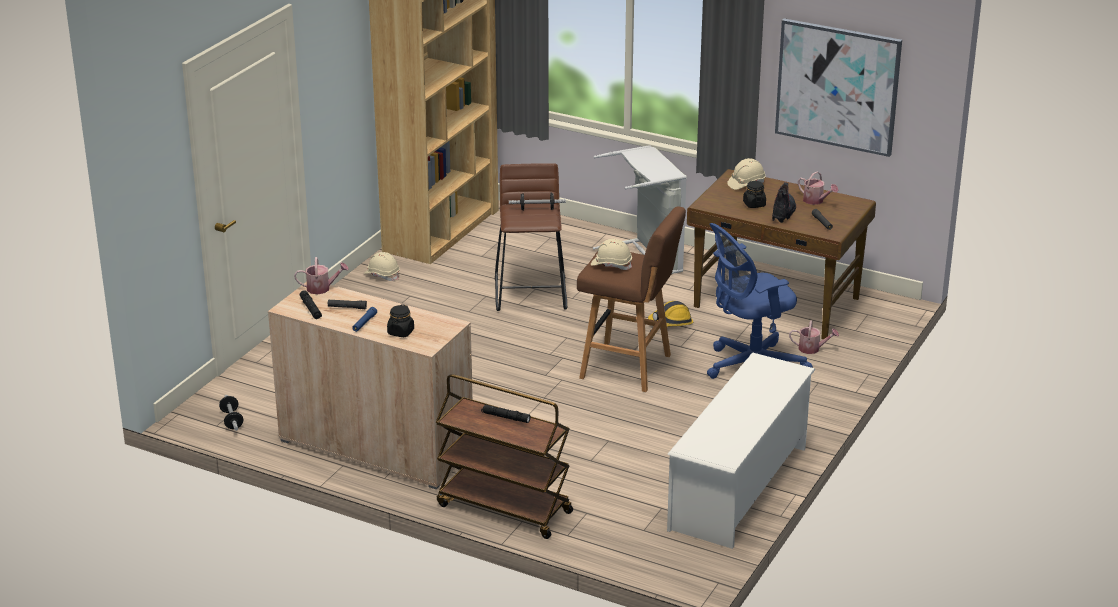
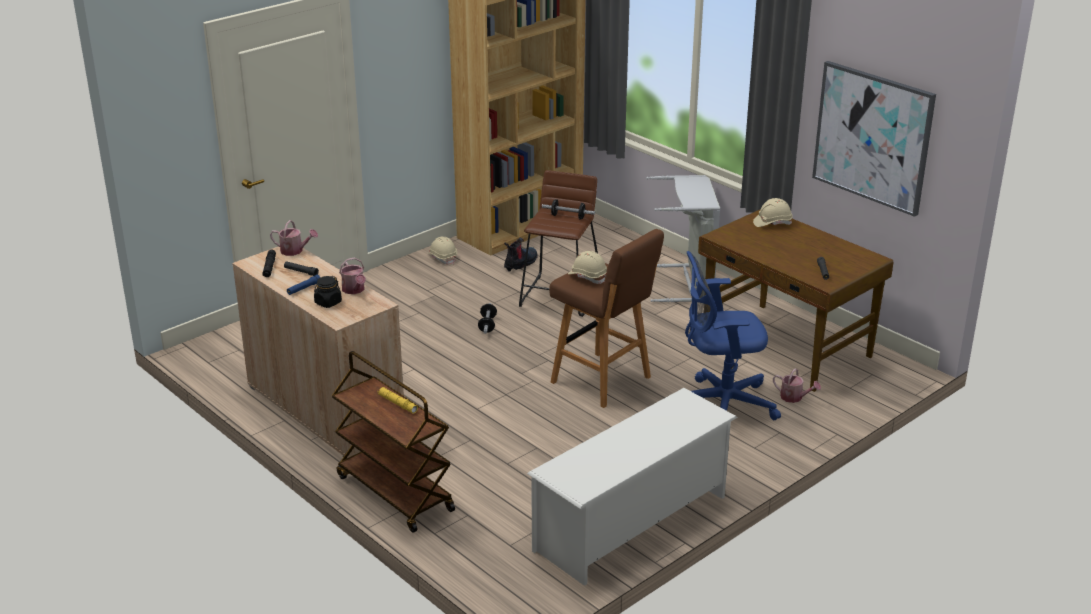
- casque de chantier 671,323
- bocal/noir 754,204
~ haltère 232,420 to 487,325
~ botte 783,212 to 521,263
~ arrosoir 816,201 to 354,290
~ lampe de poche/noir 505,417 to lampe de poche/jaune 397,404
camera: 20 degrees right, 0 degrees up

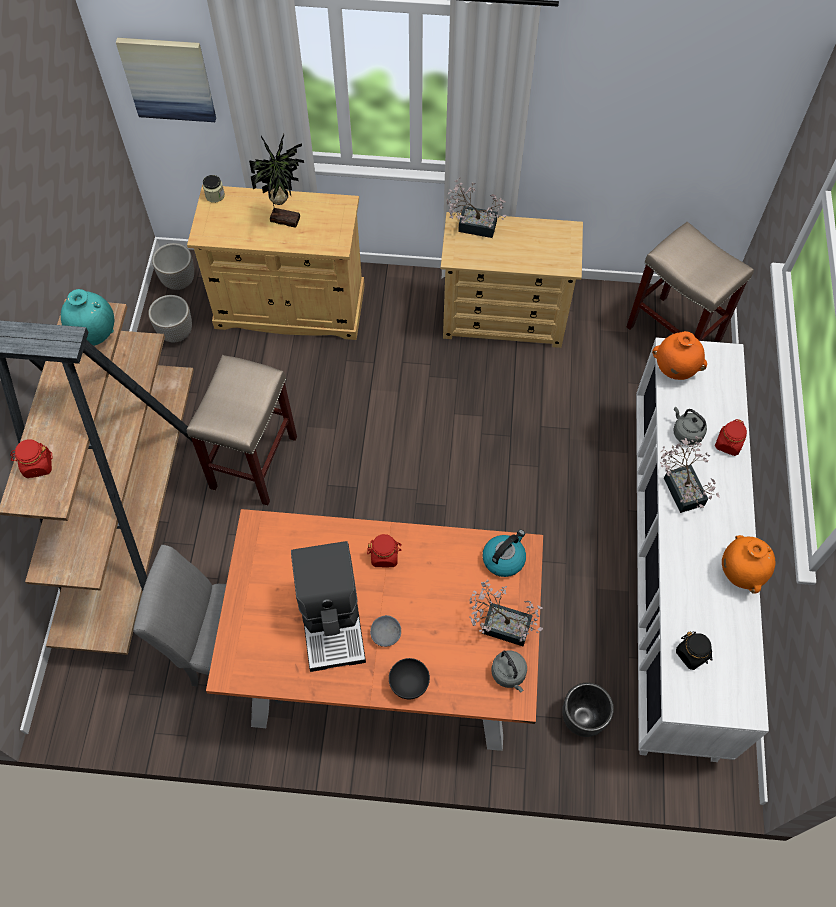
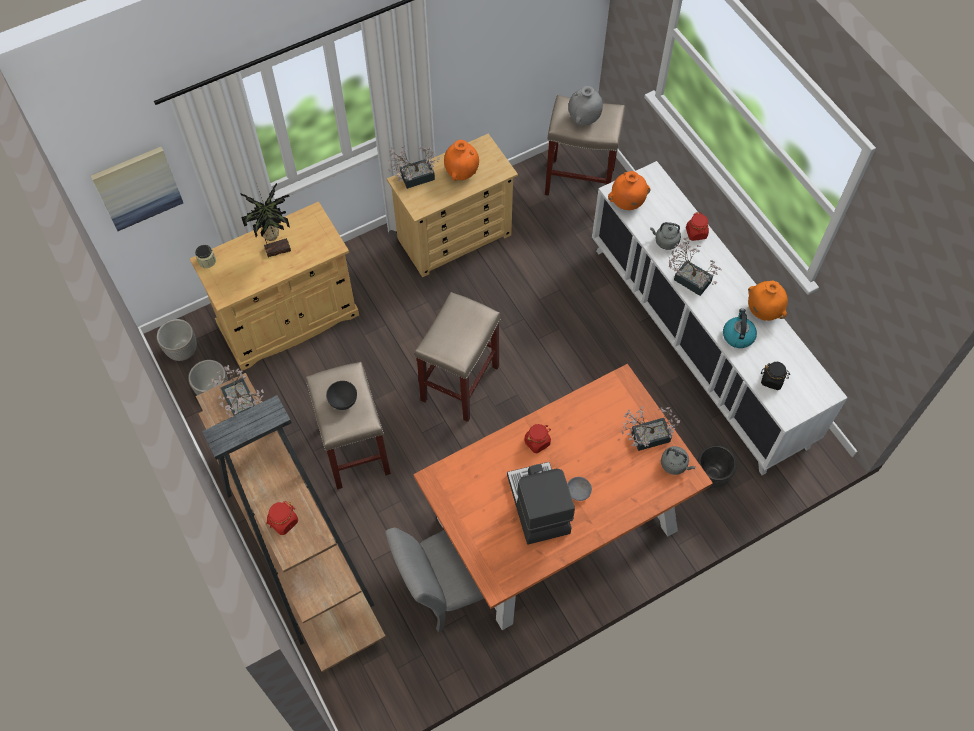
+ tabouret/beige 460,382
+ vase/orange 462,173
+ vase/gris 584,119
~ bol/gris 409,684 to 343,401
~ bouilloire 504,558 to 738,335
~ vase/turquoise 95,334 to plante en pot 242,407
~ machine à café 333,620 = 537,505 150 degrees counterclockwise
camera: 35 degrees left, 0 degrees up

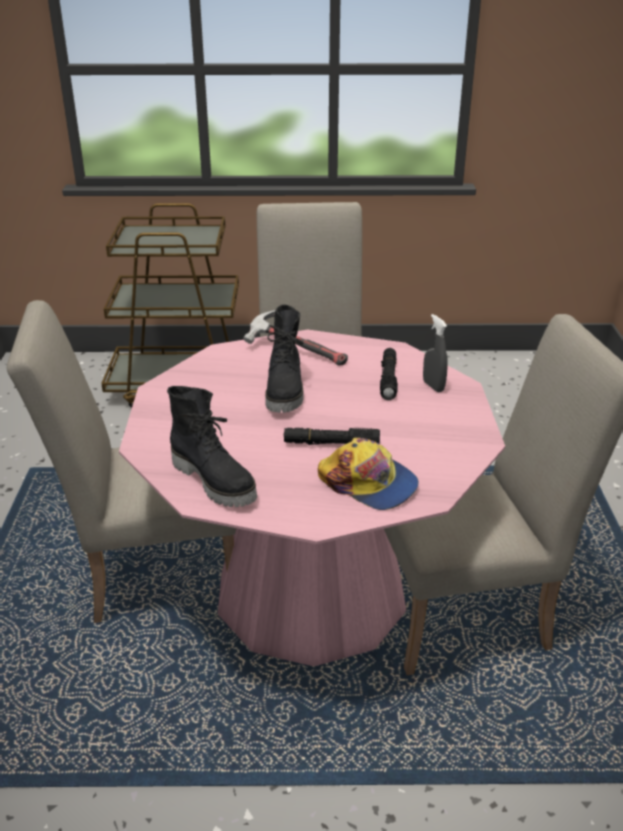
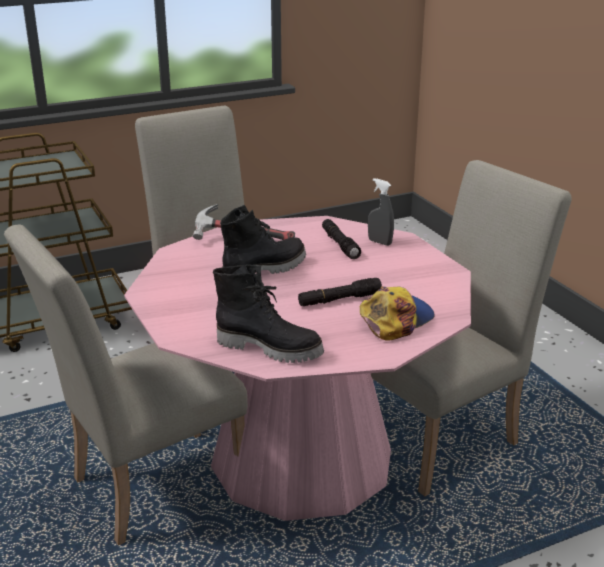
~ botte/noir 286,391 = 264,270 105 degrees counterclockwise
~ casquette 369,483 = 395,319 60 degrees counterclockwise
camera: 25 degrees left, 5 degrees down

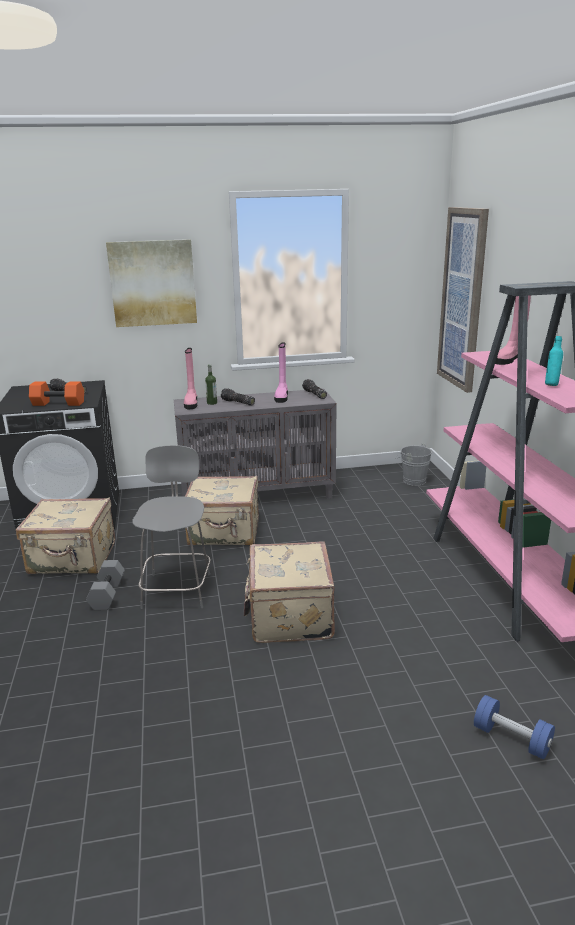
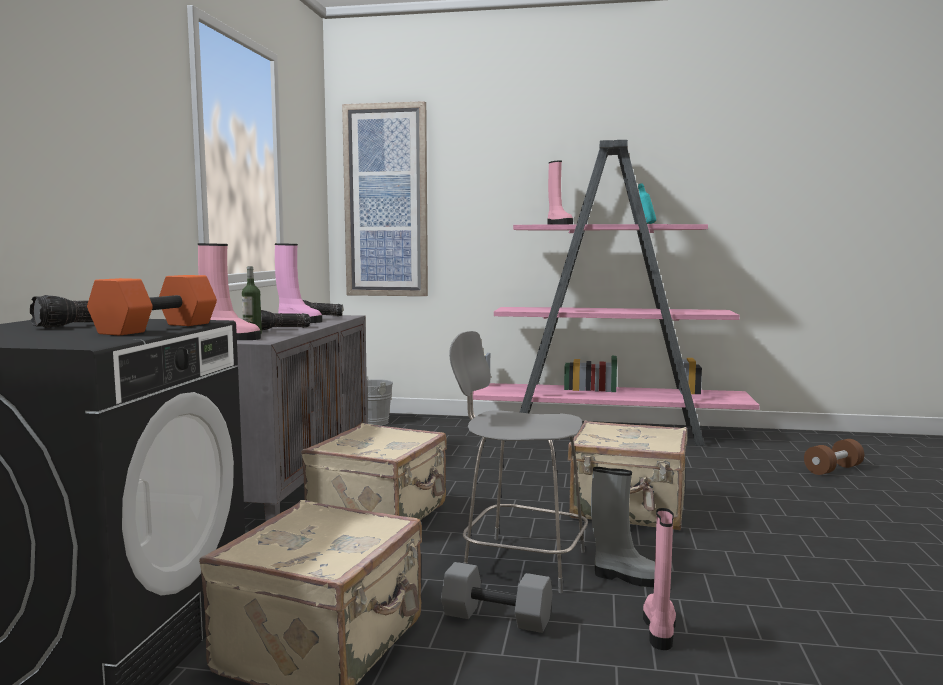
- tableau 153,283
+ botte/gris 628,578
+ botte/rose 659,629
~ haltère/bleu 511,738 to haltère/marron 833,470
camera: 70 degrees left, 15 degrees down

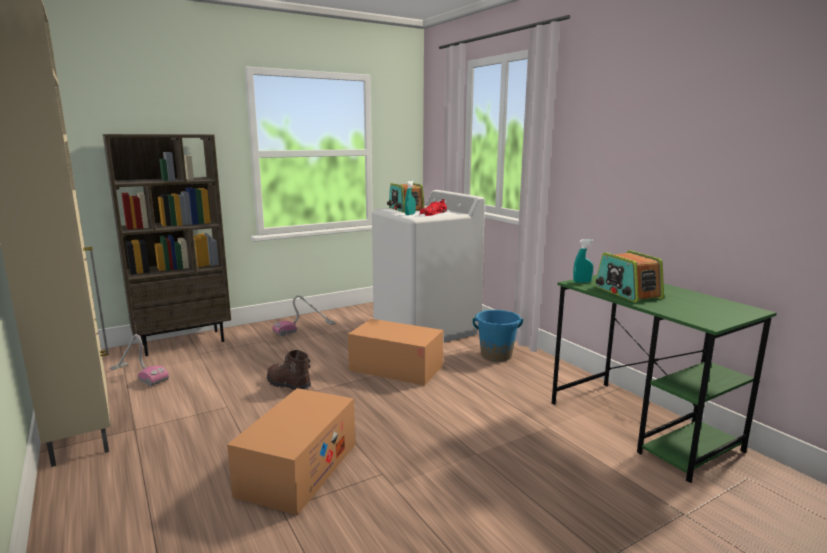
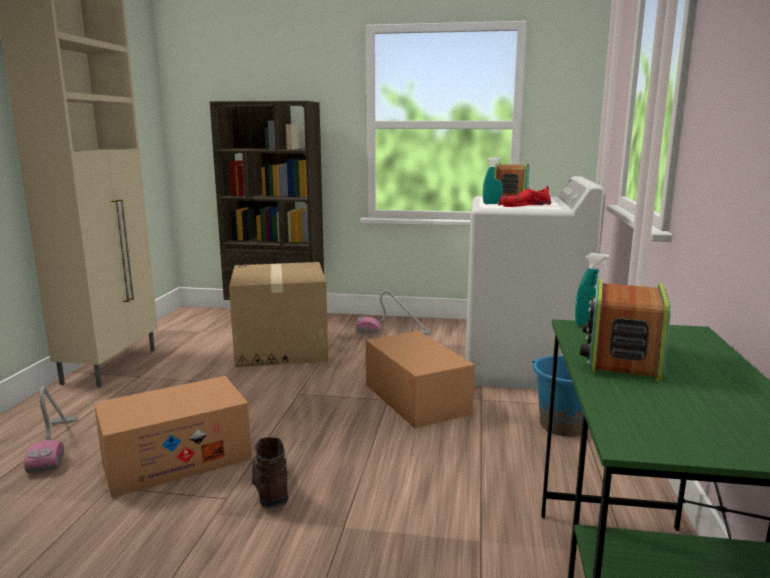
+ carton 281,348
~ aspirateur 138,374 to 54,444
~ botte/marron 288,384 to 270,487
camera: 40 degrees right, 0 degrees up

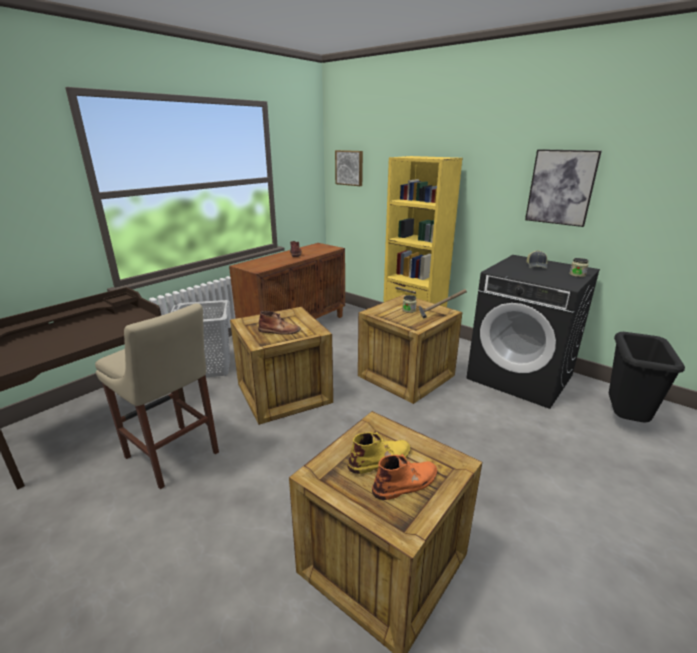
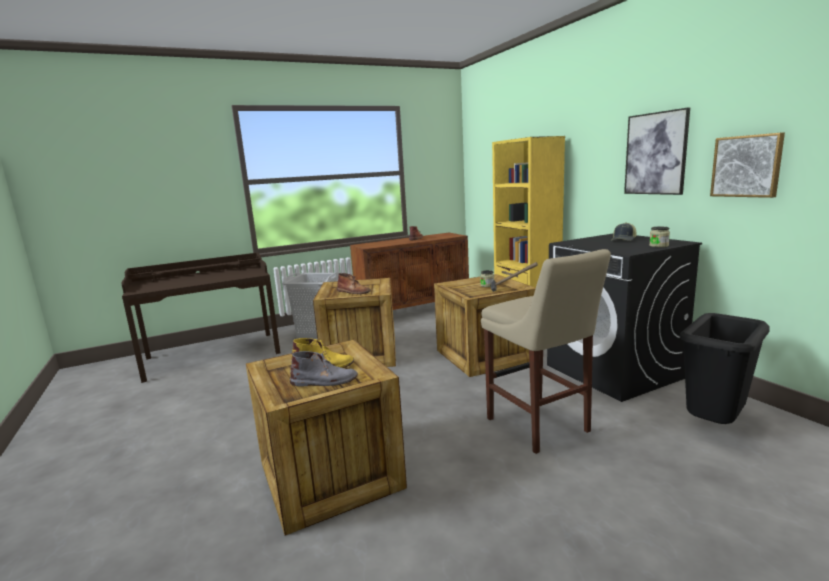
~ tabouret/beige 174,457 to 540,427
~ tableau 349,168 to 747,166
~ botte/orange 406,483 to botte/gris 324,381
camera: 25 degrees right, 10 degrees down

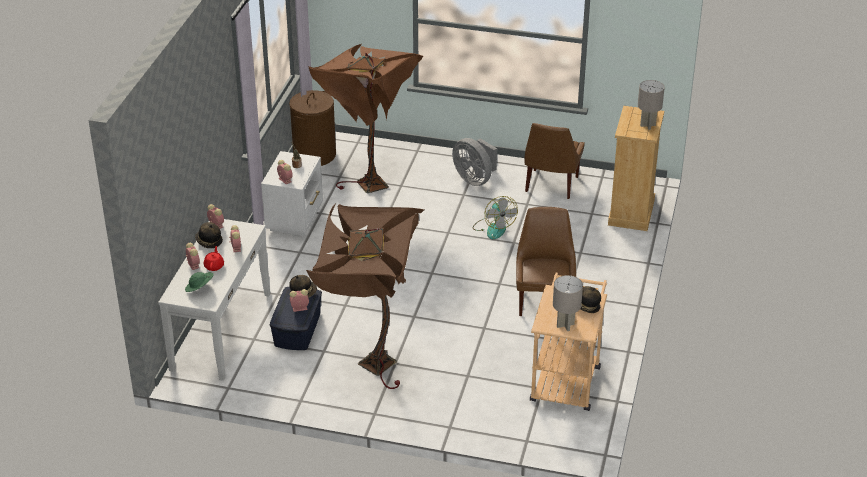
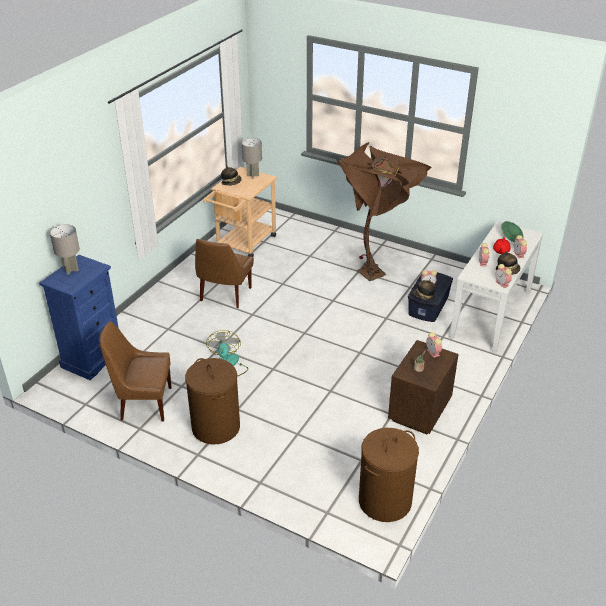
- lampadaire/marron 369,180
~ ventilateur/gris 475,179 to panier à linge/marron 215,427
~ table de chevet/blanc 295,219 to table de chevet/marron 418,412
~ commode/beige 631,213 to commode/bleu 93,358
~ chaise/marron 551,185 = 143,403 120 degrees counterclockwise
camera: 165 degrees left, 0 degrees up

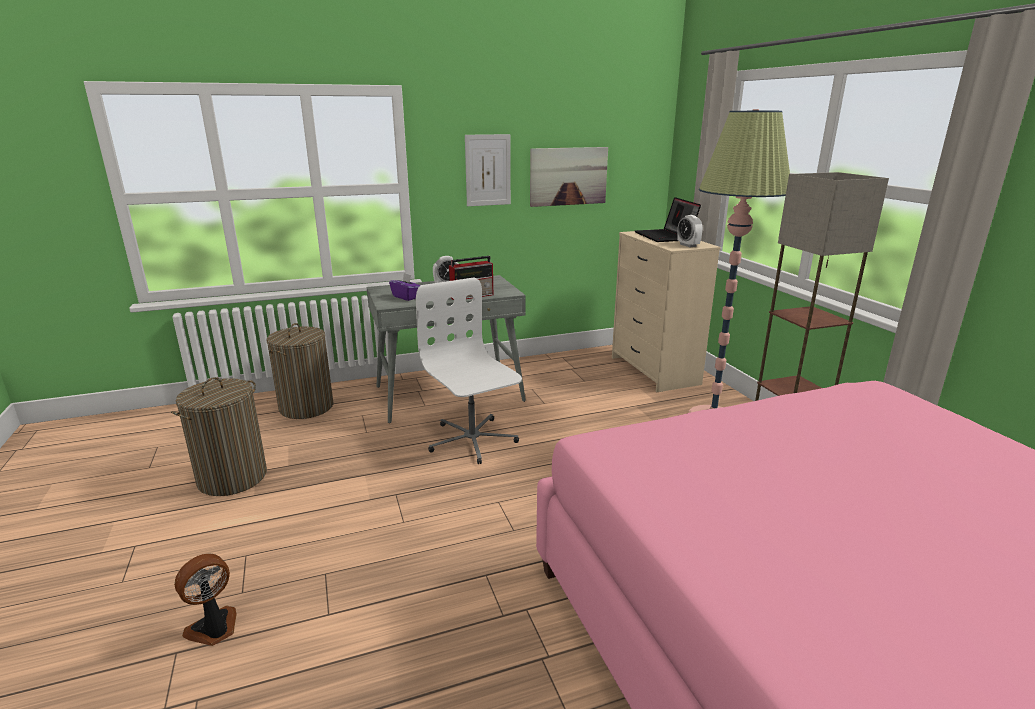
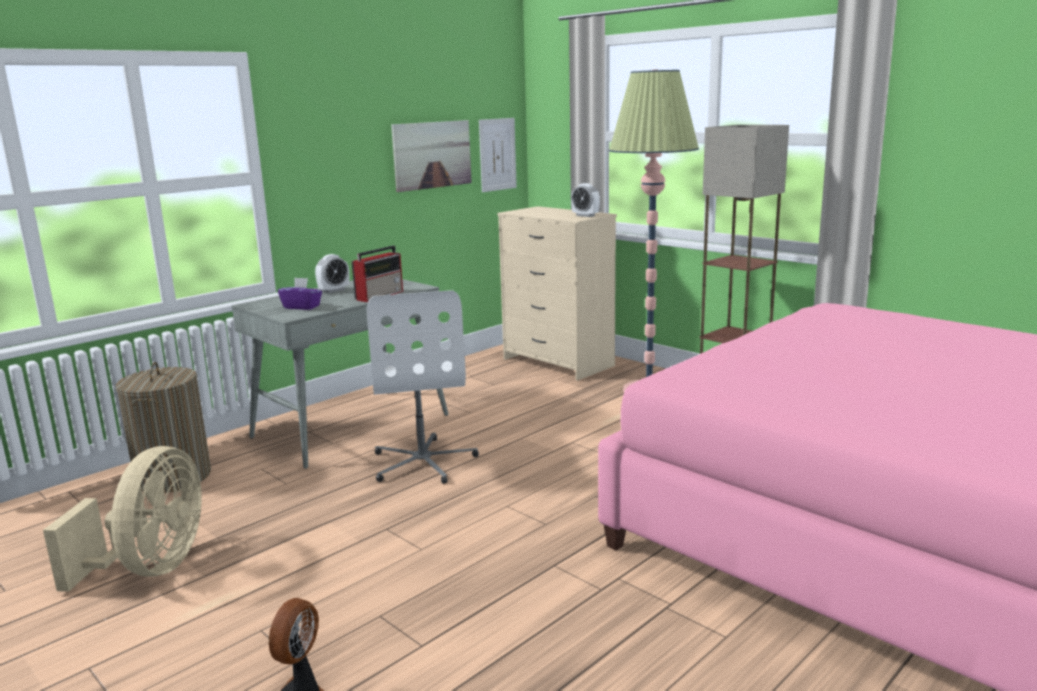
- ordinateur portable 665,236
~ tableau 488,170 to 497,154
~ panier à linge 232,477 to ventilateur/beige 151,568
~ chaise de bureau/blanc 471,440 = 423,462 135 degrees counterclockwise
camera: 25 degrees left, 5 degrees down

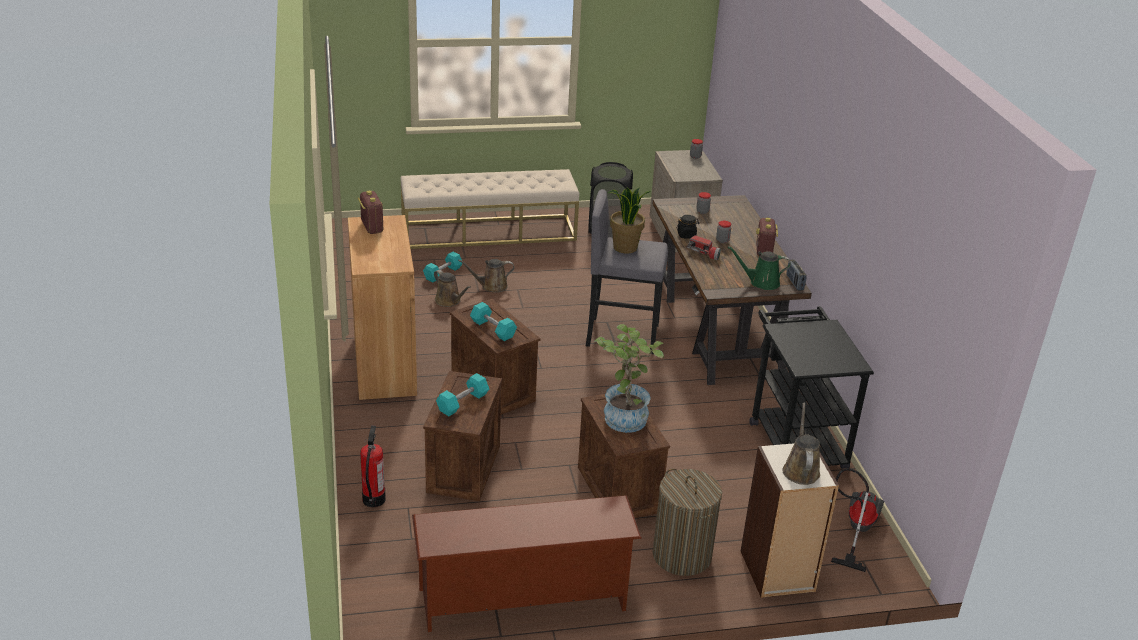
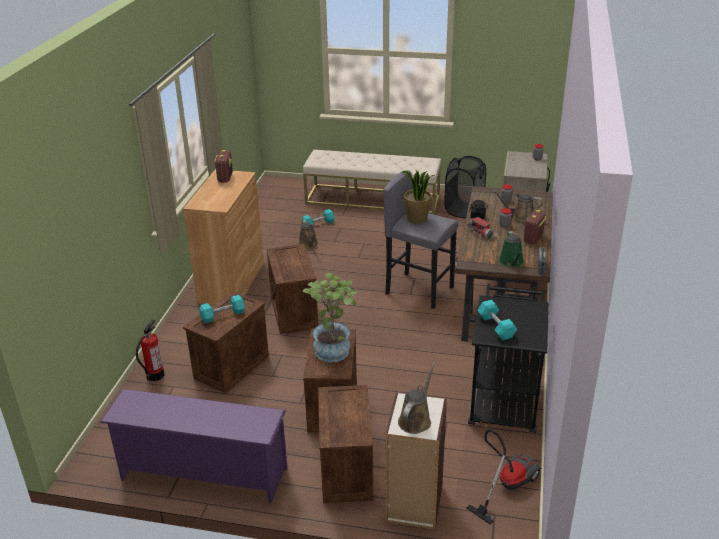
~ arrosoir/marron 491,286 to 520,218
~ haltère/turquoise 493,329 to 496,327
~ panier à linge 681,555 to caisse 345,471
~ étagère à chaussures/marron 523,601 to étagère à chaussures/violet 202,475
~ arrosoir/vert 761,282 = 511,262 120 degrees counterclockwise
camera: 25 degrees right, 0 degrees up

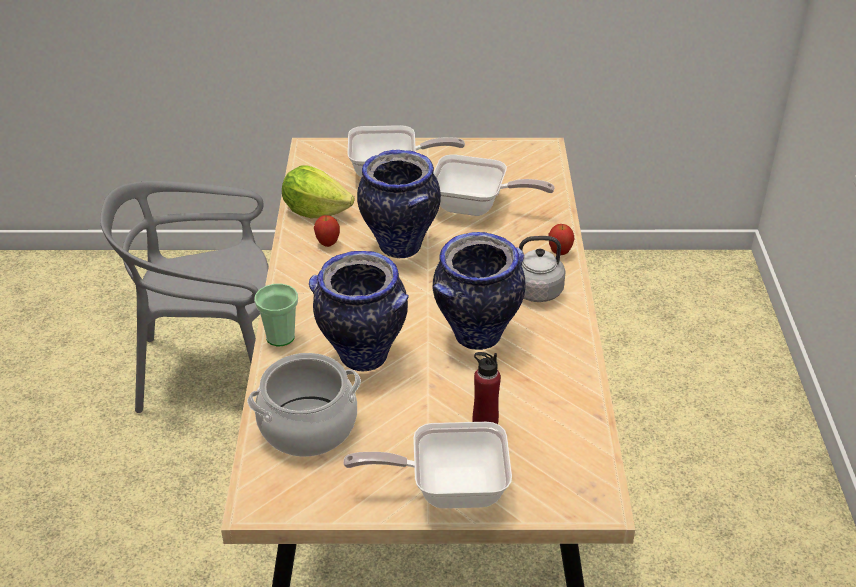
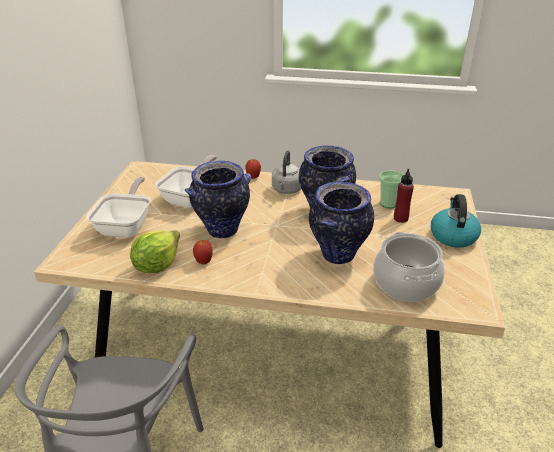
~ tasse 280,337 to 388,204
~ poêle 448,488 to bouilloire 452,236
camera: 80 degrees left, 5 degrees down

